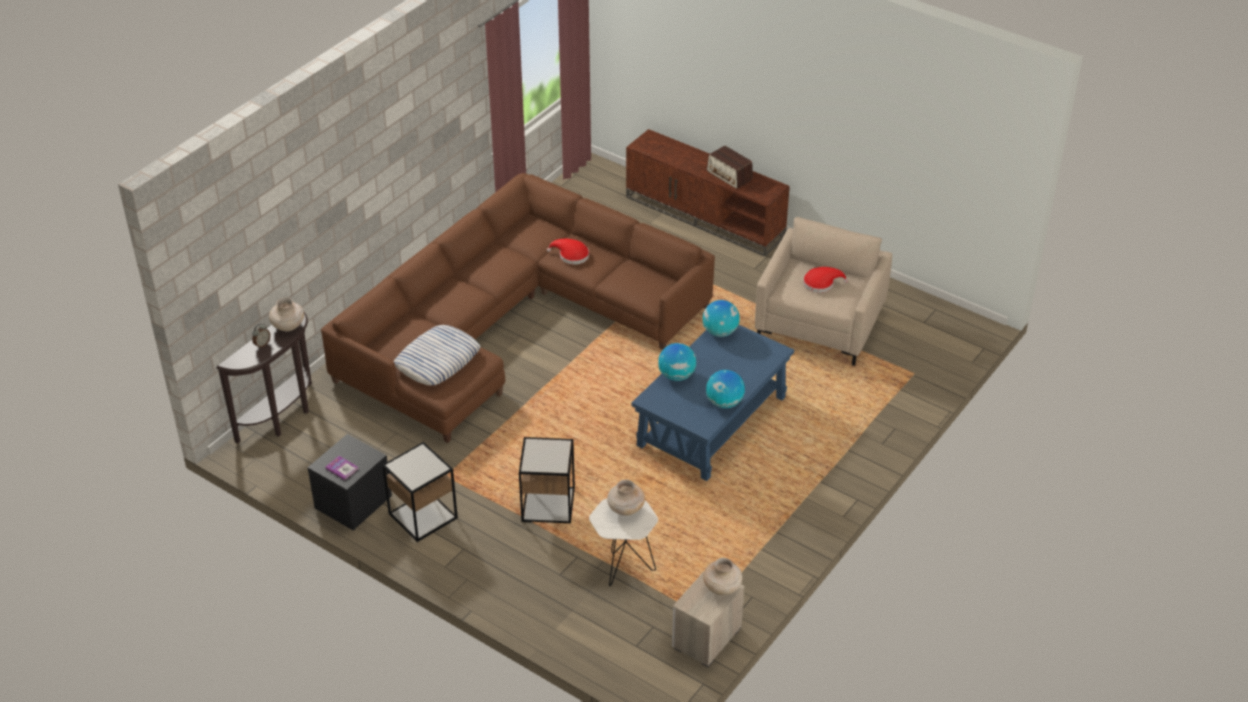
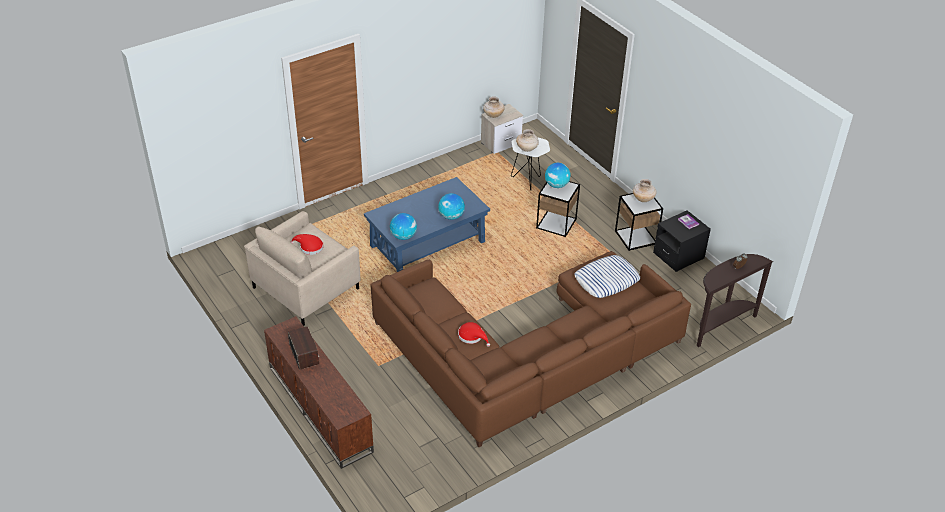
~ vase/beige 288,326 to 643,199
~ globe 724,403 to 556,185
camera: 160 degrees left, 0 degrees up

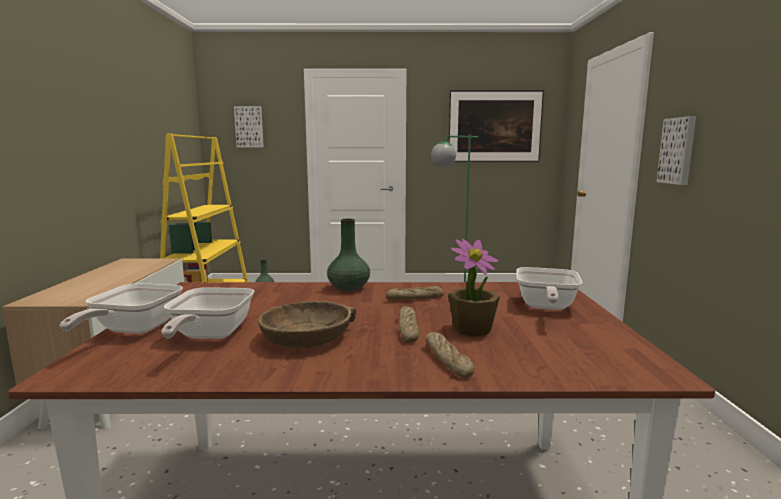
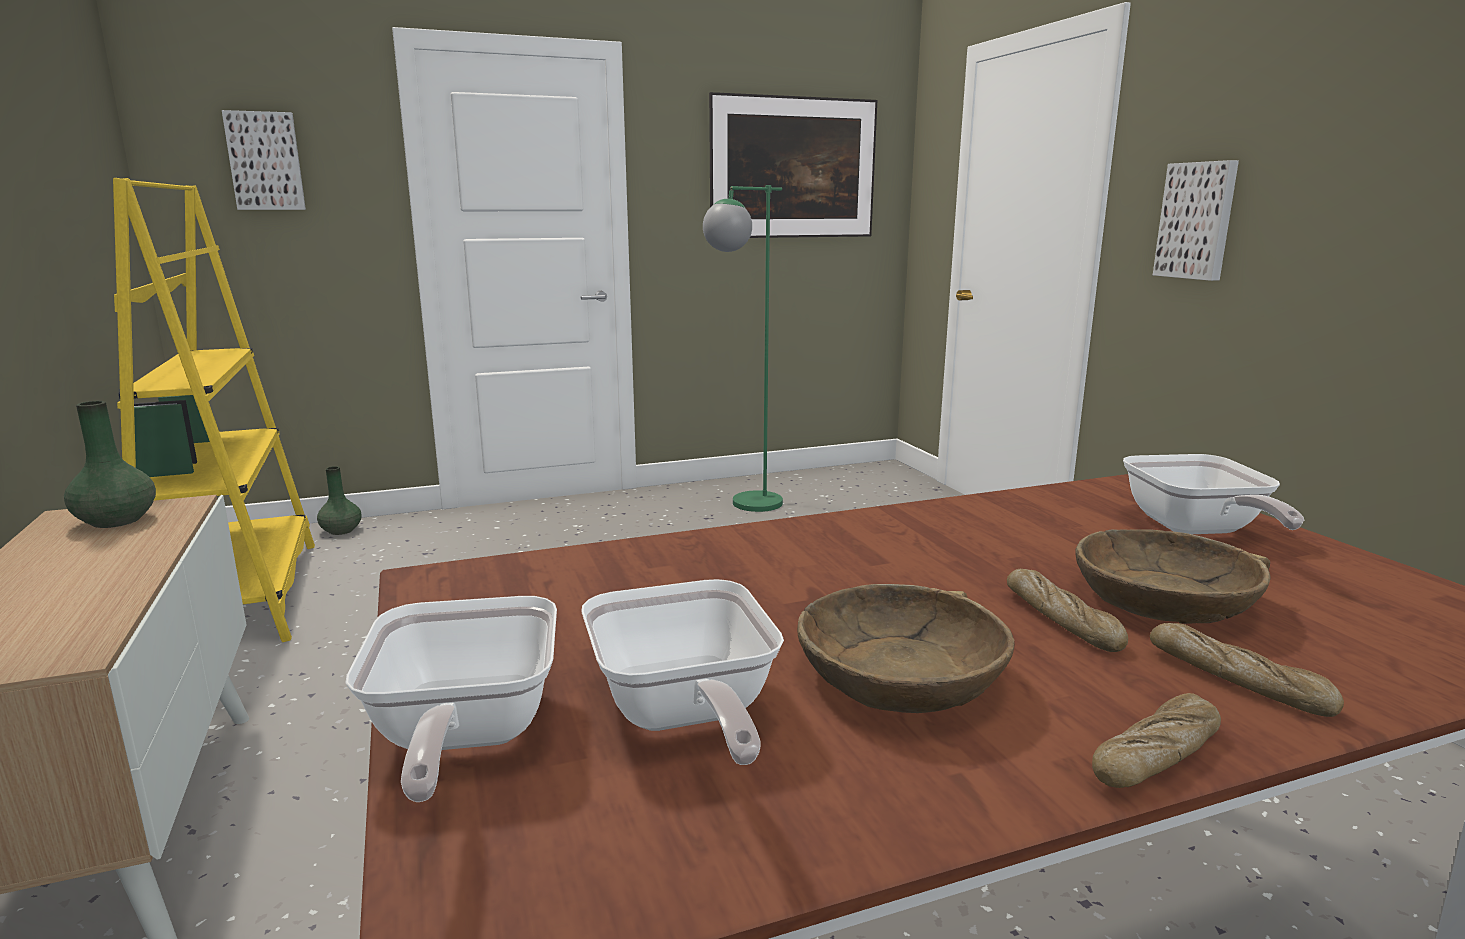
~ vase/vert 348,288 to 116,520
~ pain 415,299 to 1156,756
~ plante en pot 472,329 to bol/marron 1163,599
camera: 20 degrees left, 5 degrees up

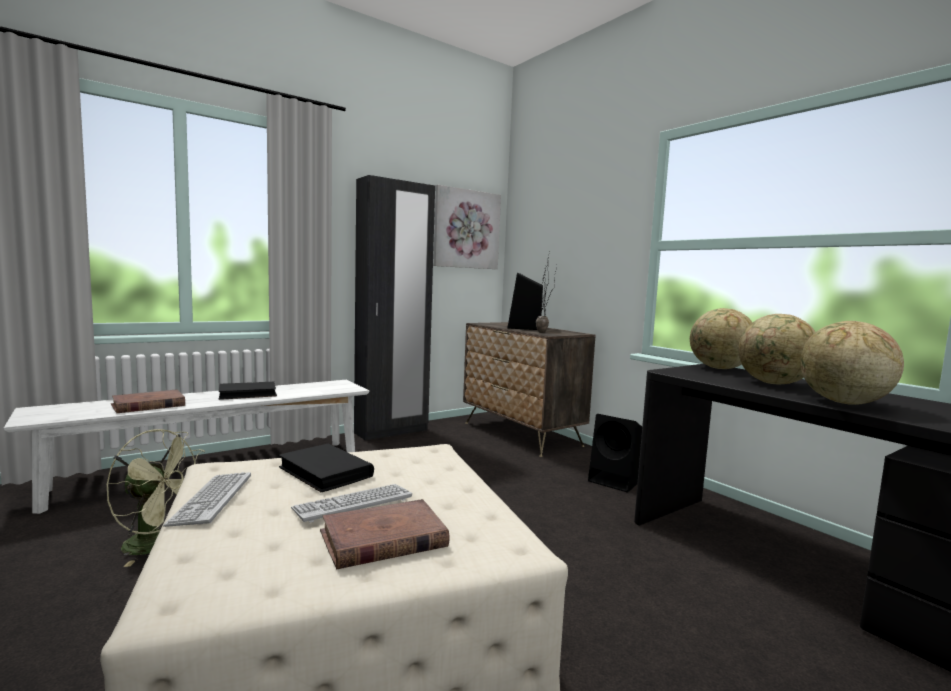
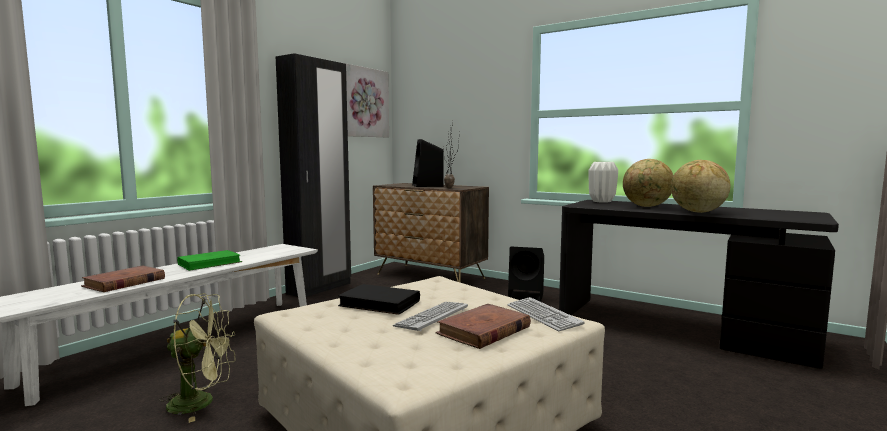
~ clavier 212,499 to 543,315
~ globe 719,368 to vase/blanc 602,201
~ livre/noir 248,394 to livre/vert 210,263
camera: 20 degrees left, 0 degrees up

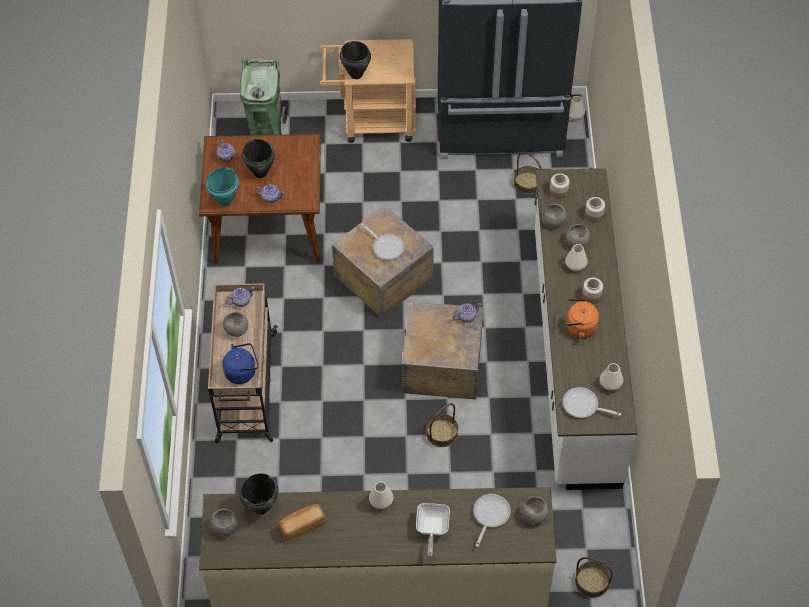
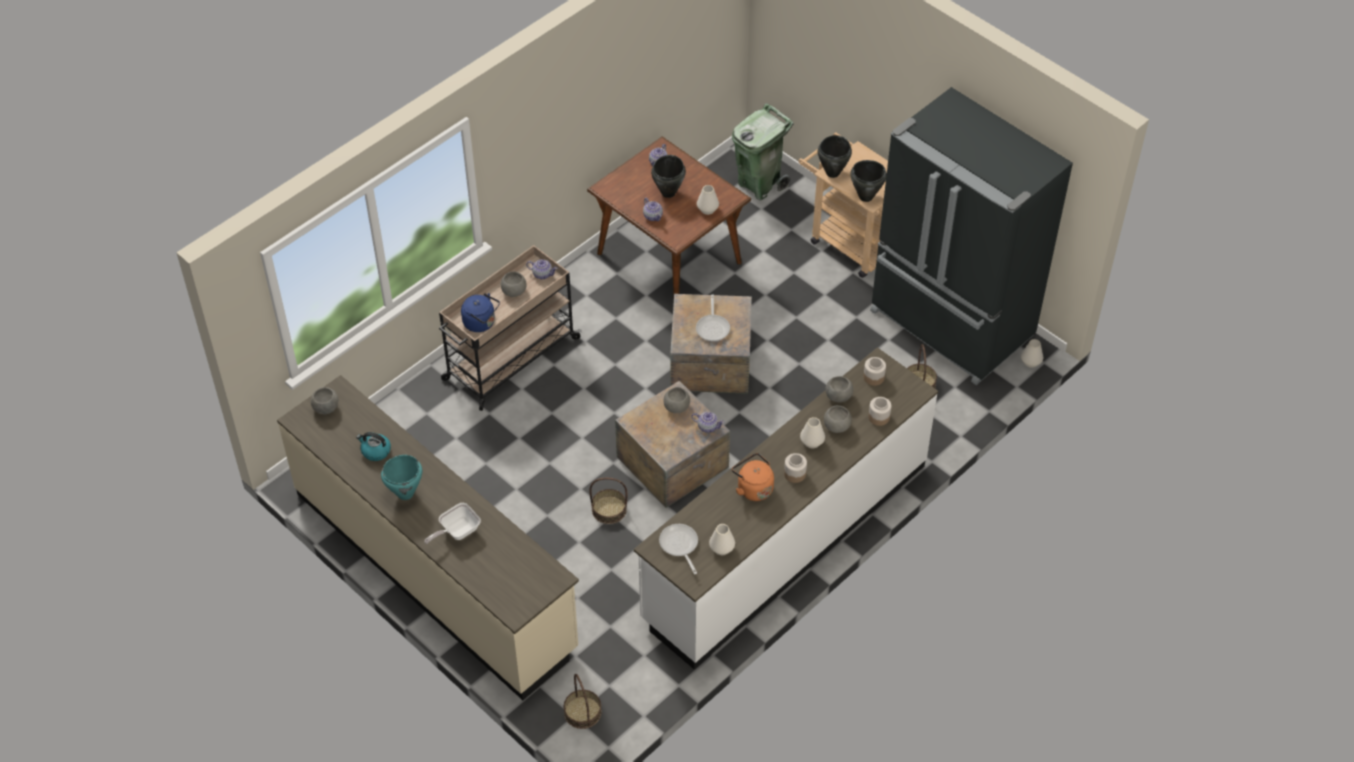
- poêle 489,515
~ marmite/turquoise 225,201 to 406,494
~ marmite/noir 261,507 to 865,196
~ vase/blanc 381,501 to 707,209
~ bol/gris 533,515 to 676,407
~ pain 302,525 to bouilloire 375,451
camera: 45 degrees right, 5 degrees down

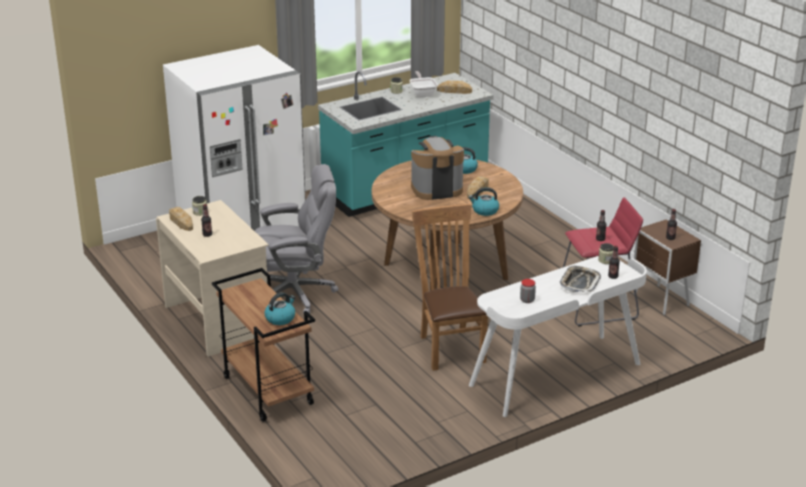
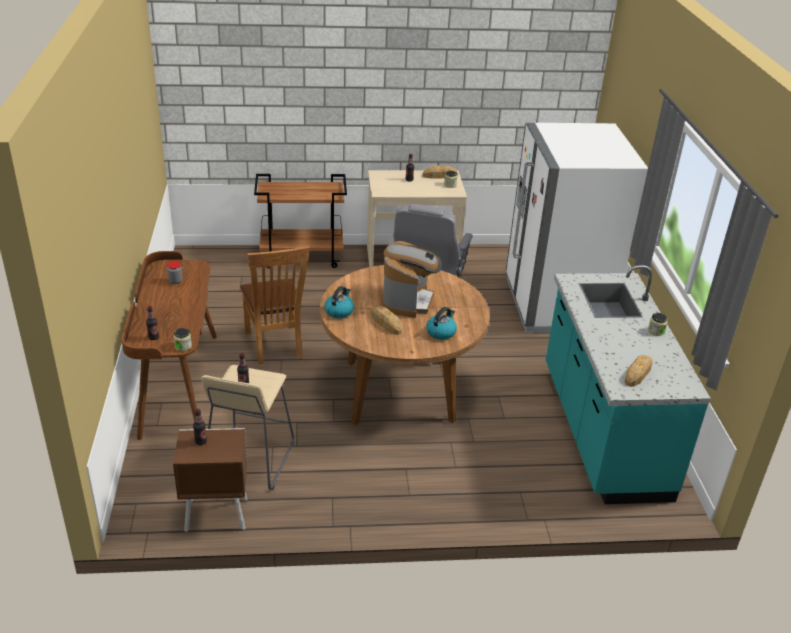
- bouilloire 280,318
- poêle 423,93
- plateau 579,282
~ bureau/blanc 556,375 to bureau/marron 178,384
~ tabouret/rouge 596,307 to tabouret/beige 250,459
~ chaise/marron 449,347 = 275,346 60 degrees clockwise
camera: 115 degrees right, 5 degrees up

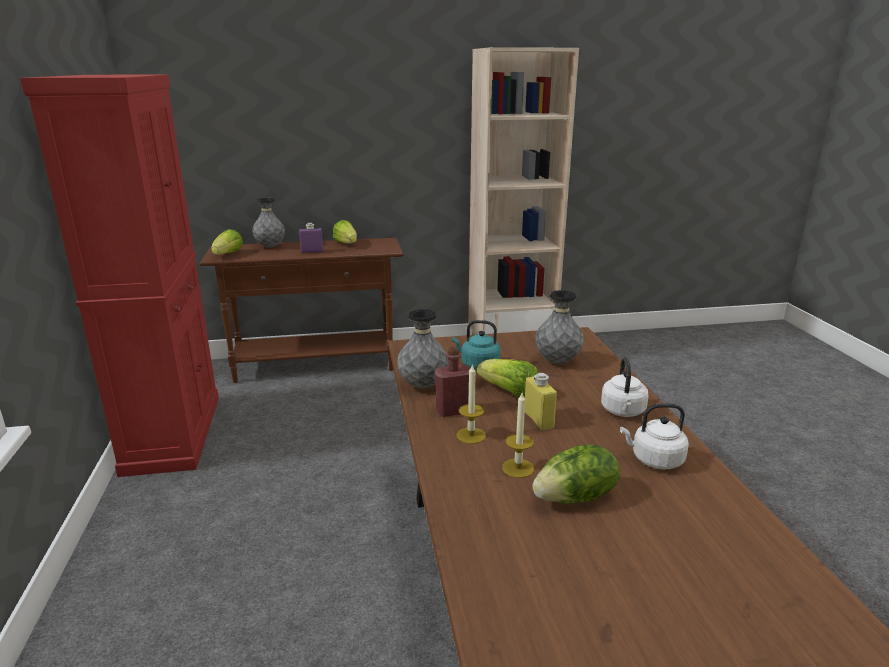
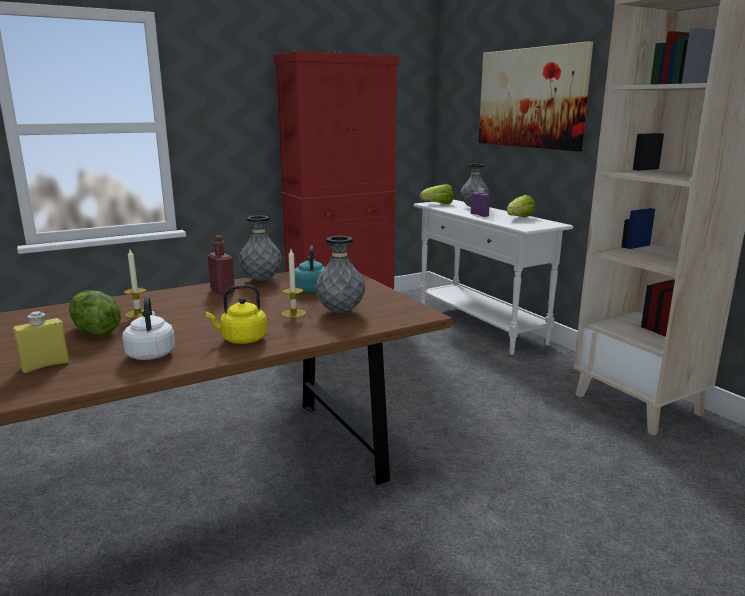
- laitue 509,393
+ tableau 531,98
~ bougie 471,435 to 293,313
~ bouteille/jaune 538,420 to 45,366
~ table console/marron 315,366 to table console/blanc 480,326
~ bouilloire/blanc 623,411 to bouilloire/jaune 241,339
camera: 70 degrees right, 5 degrees down

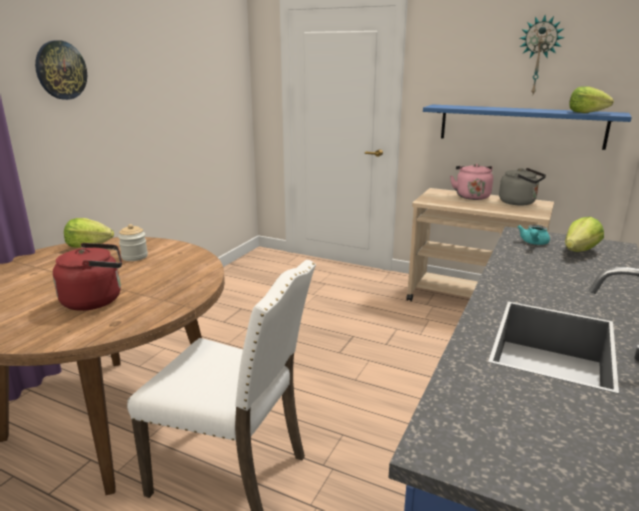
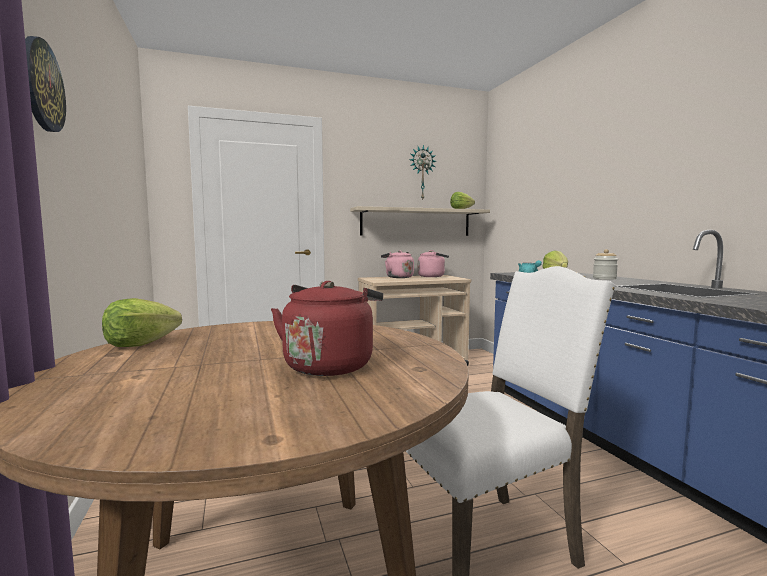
~ bocal 134,257 to 604,278
~ étagère/bleu 520,126 to étagère/beige 416,222
~ bouilloire/gris 519,202 to bouilloire/rose 433,276
camera: 45 degrees left, 15 degrees down

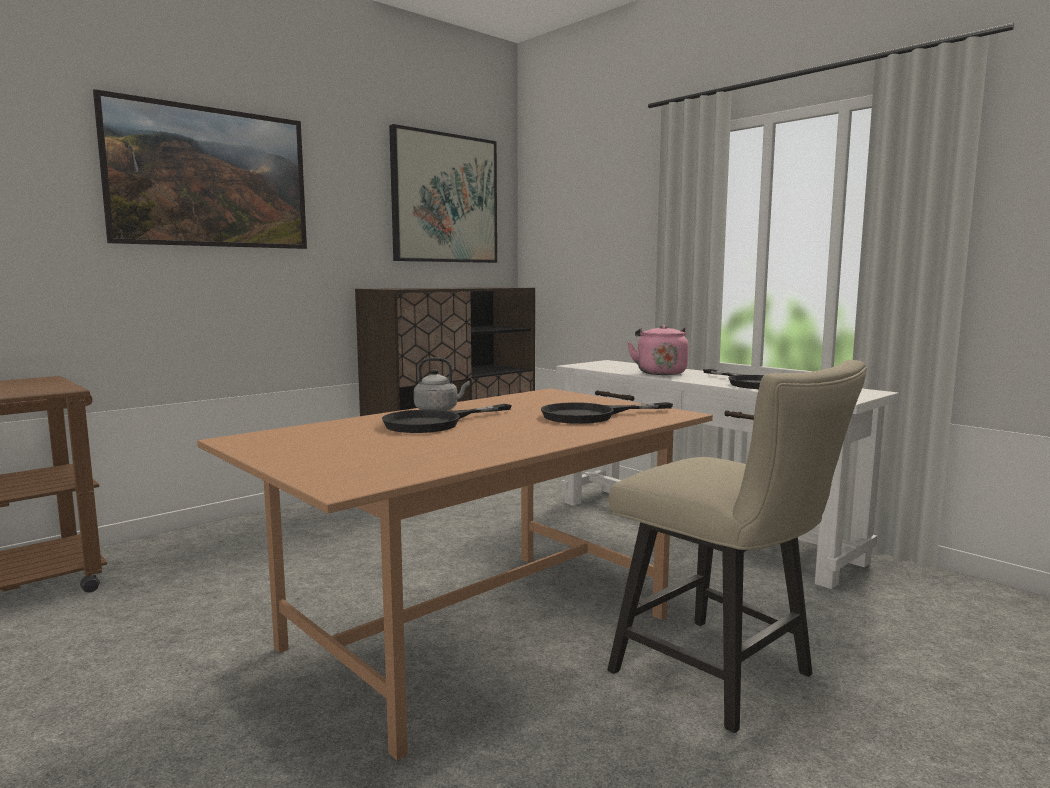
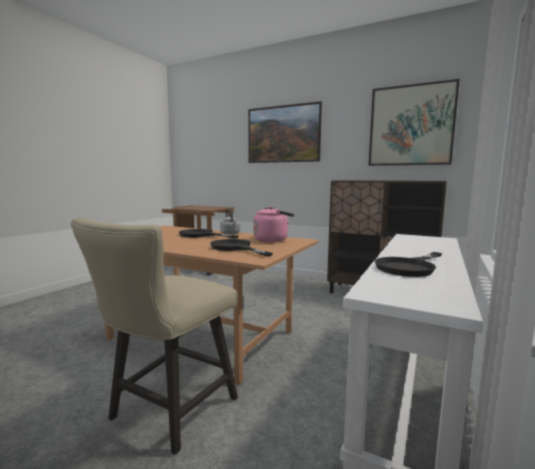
~ bouilloire/rose 660,372 to 272,240
camera: 70 degrees right, 0 degrees up

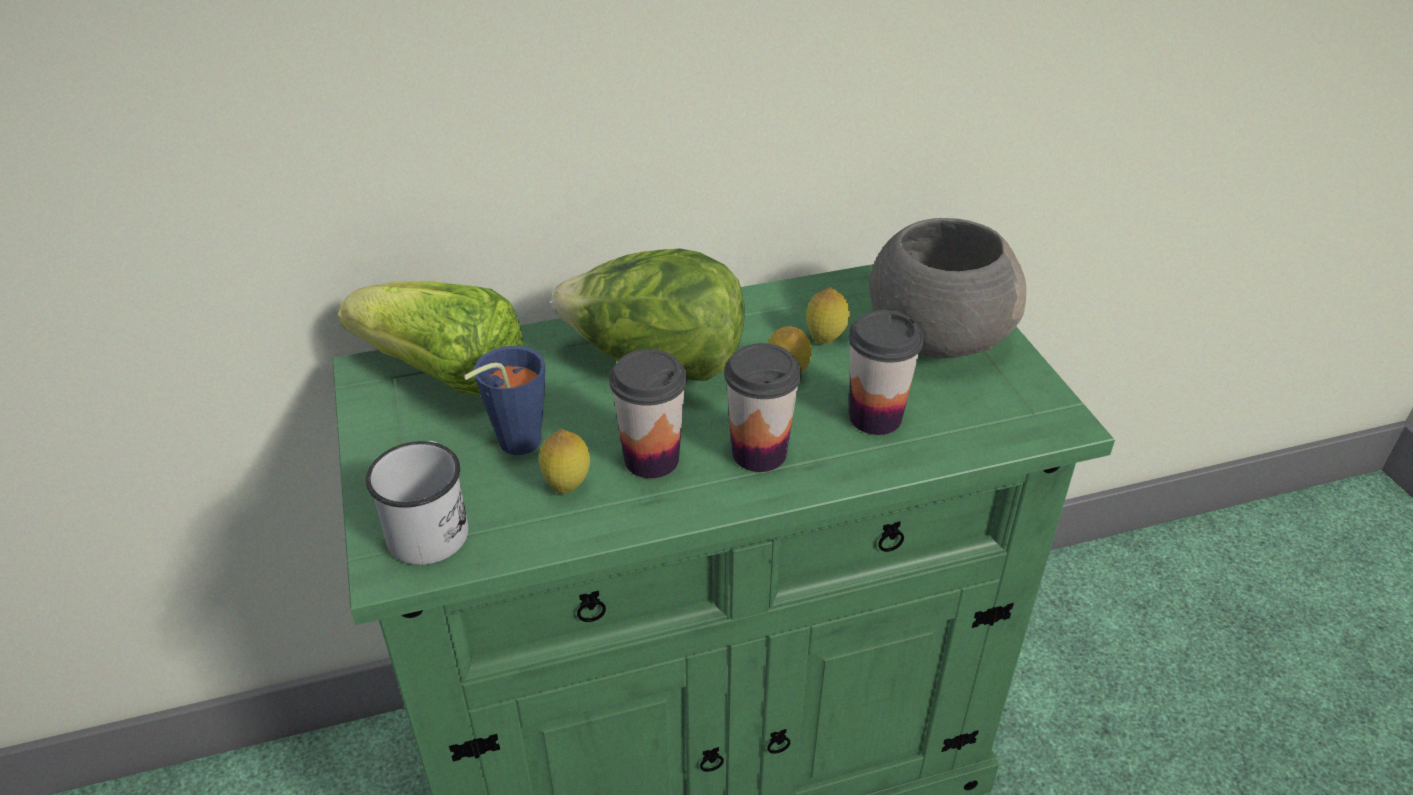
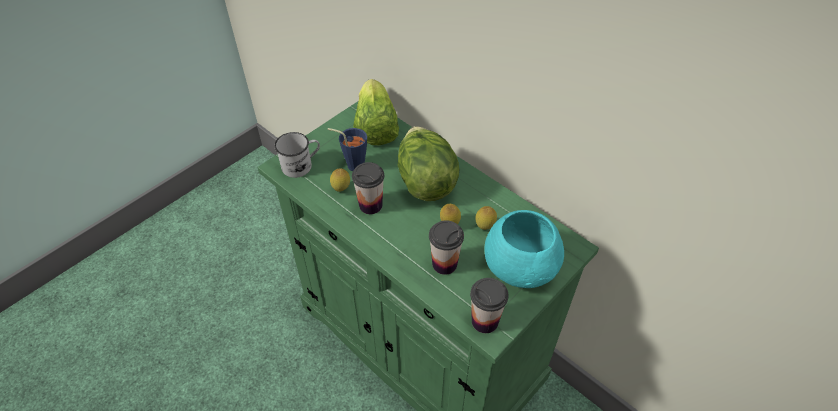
~ tasse 759,453 to 484,321
~ bol/gris 936,335 to bol/turquoise 520,265
camera: 60 degrees right, 10 degrees up

